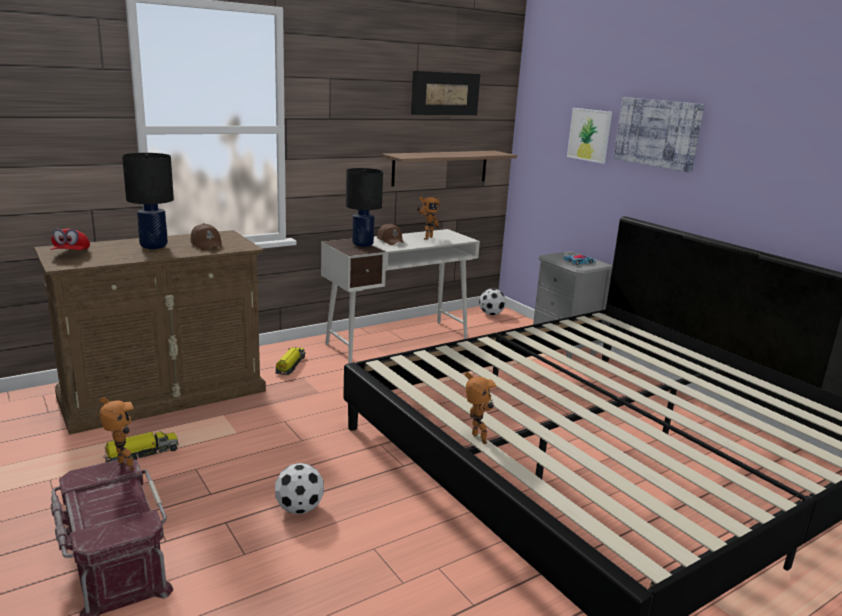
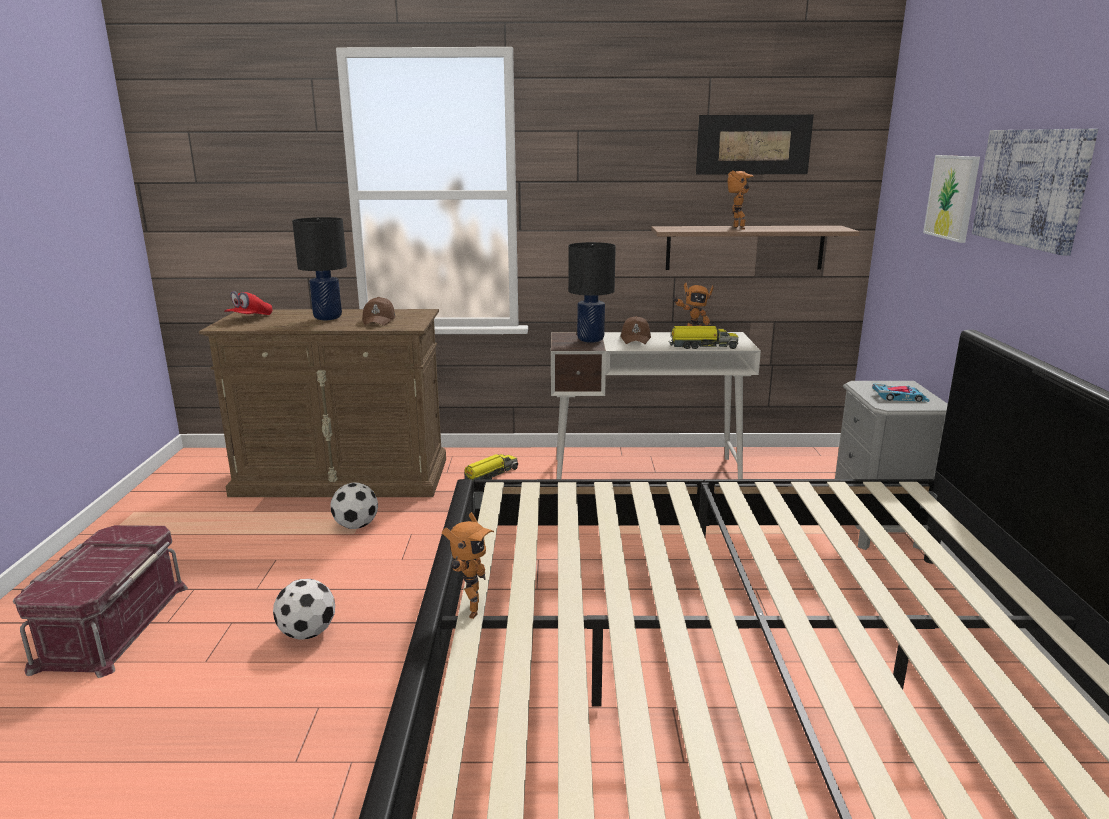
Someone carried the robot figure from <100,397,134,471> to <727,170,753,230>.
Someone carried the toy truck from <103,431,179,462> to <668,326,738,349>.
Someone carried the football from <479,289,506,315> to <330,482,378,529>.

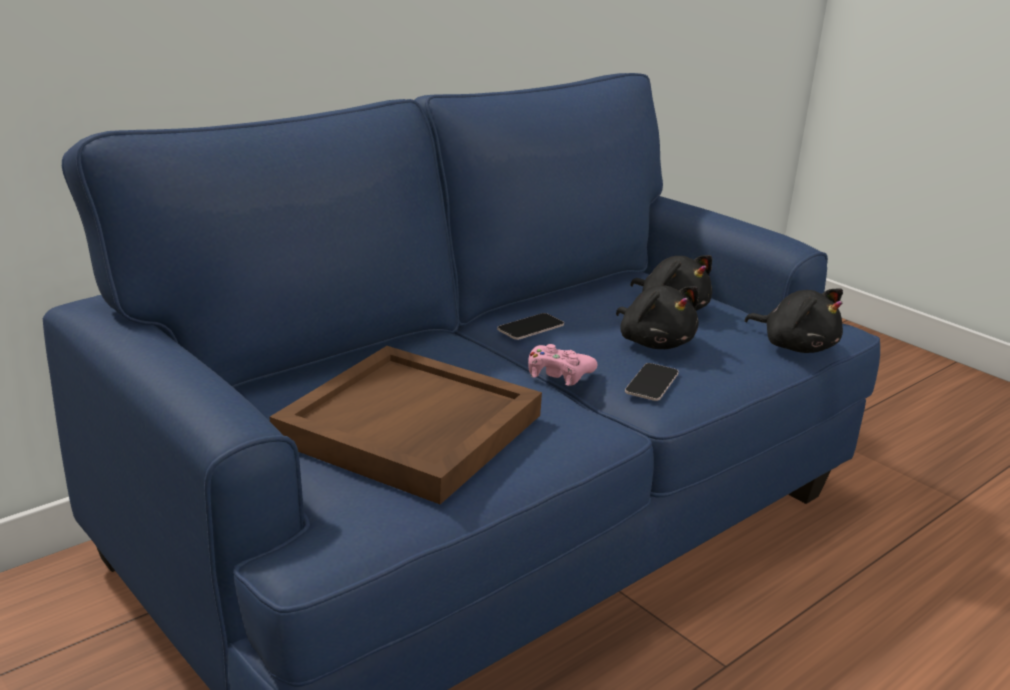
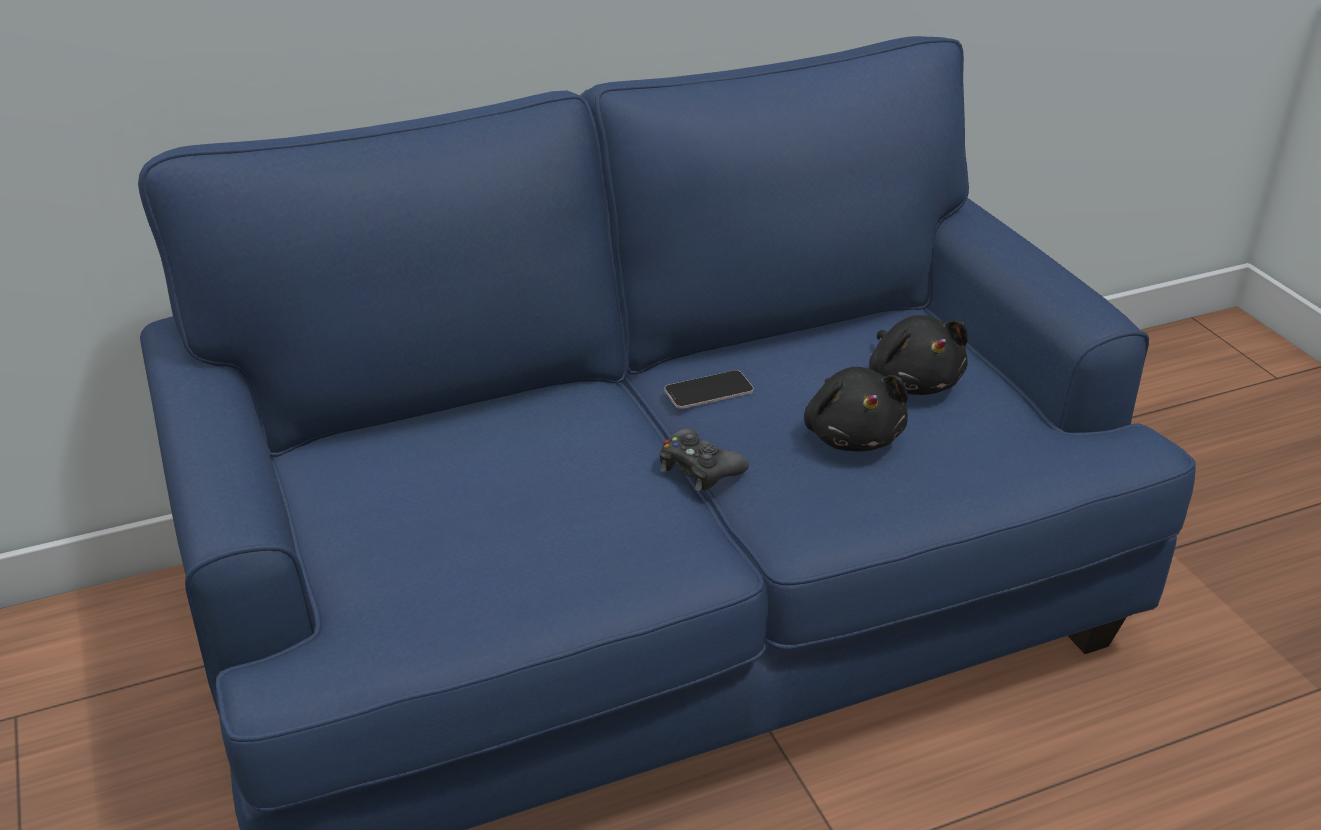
Someone took away the brownish tray at <270,346,542,504>.
Someone took away the handset at <625,363,679,401>.
Someone took away the black cuddly toy at <744,289,843,353>.
Someone repainted the pink joypad at <528,344,597,386>, which became the black joypad at <660,428,749,491>.

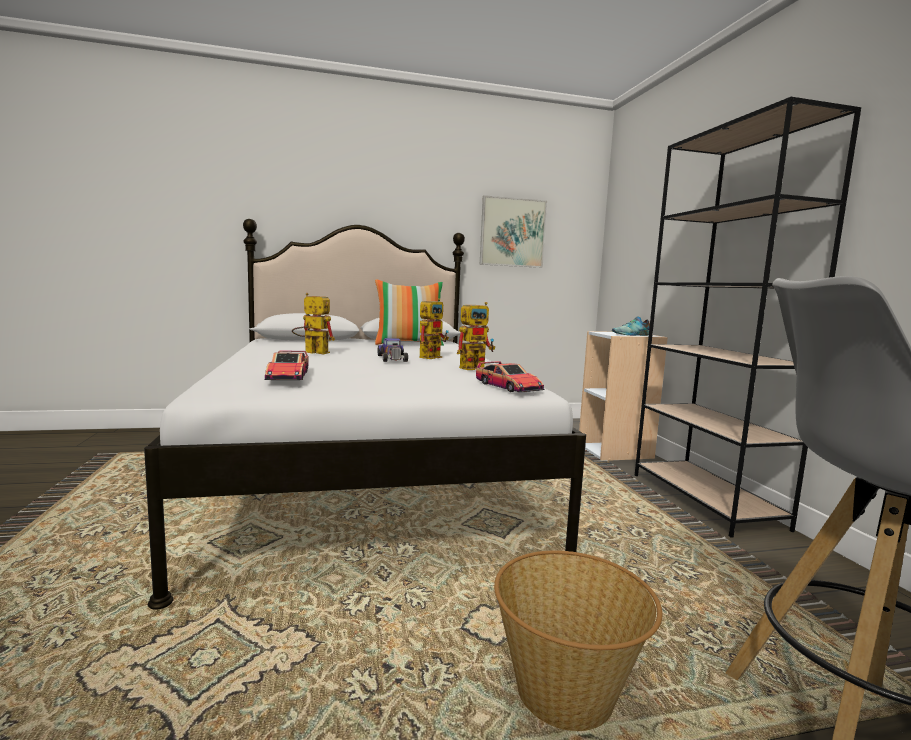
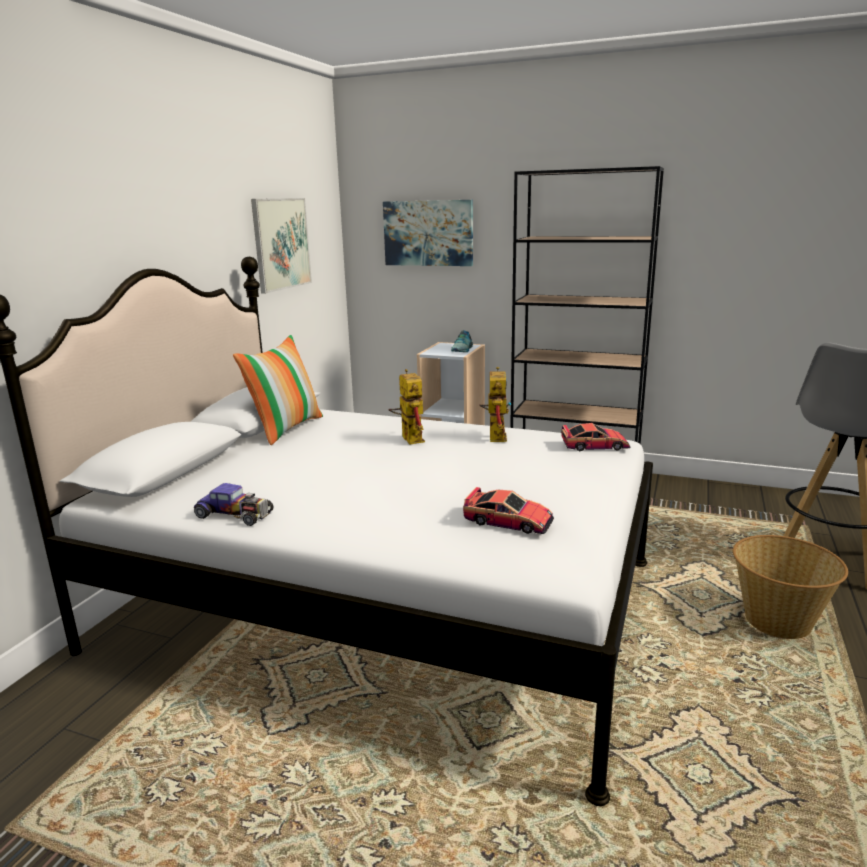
Someone took away the robot figure at <292,293,335,354>.
Someone put up the wall picture at <383,200,473,266>.
Someone carried the model car from <378,338,408,362> to <194,483,274,526>.

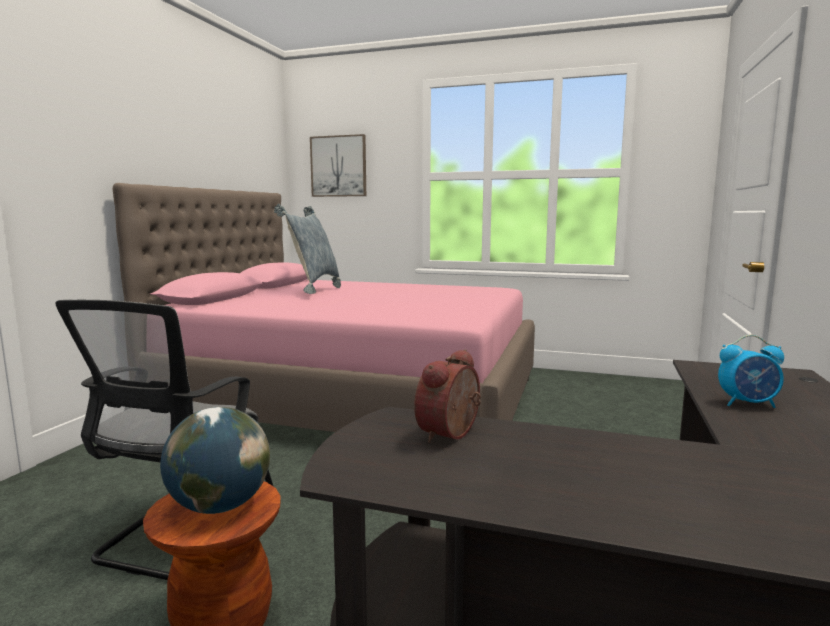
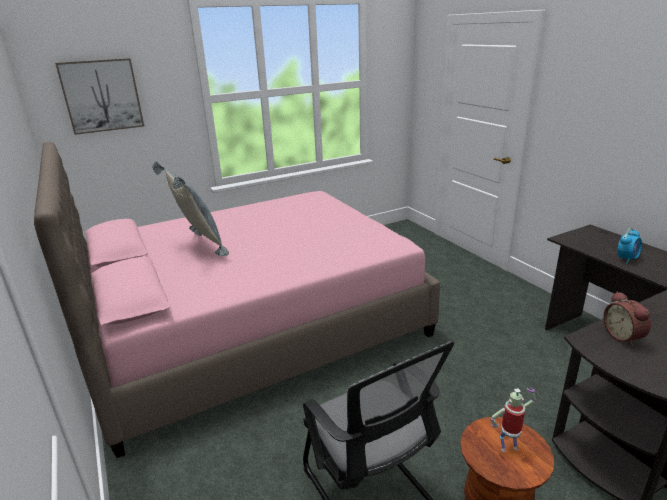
Someone swapped the globe at <160,407,270,514> for the robot figure at <490,388,536,452>.

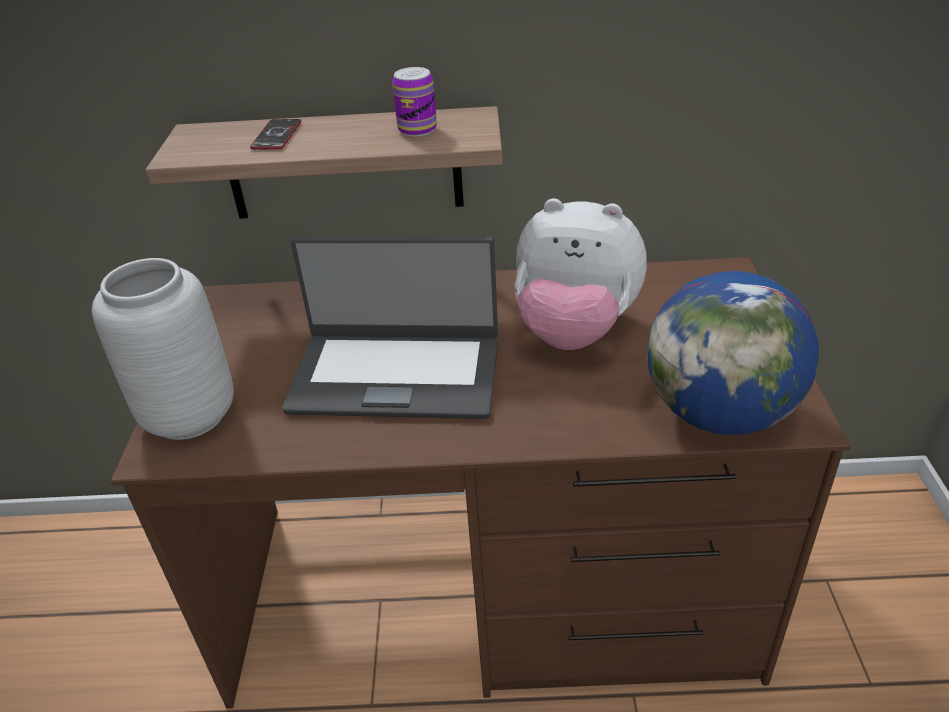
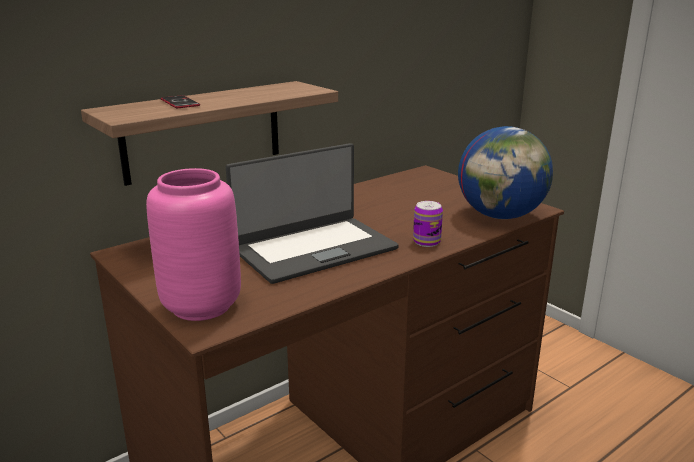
Someone took away the cuddly toy at <514,198,647,350>.
Someone carried the metal can from <392,67,437,136> to <413,201,443,247>.
Someone repainted the grey flower vase at <92,258,234,440>, which became the pink flower vase at <146,168,241,321>.

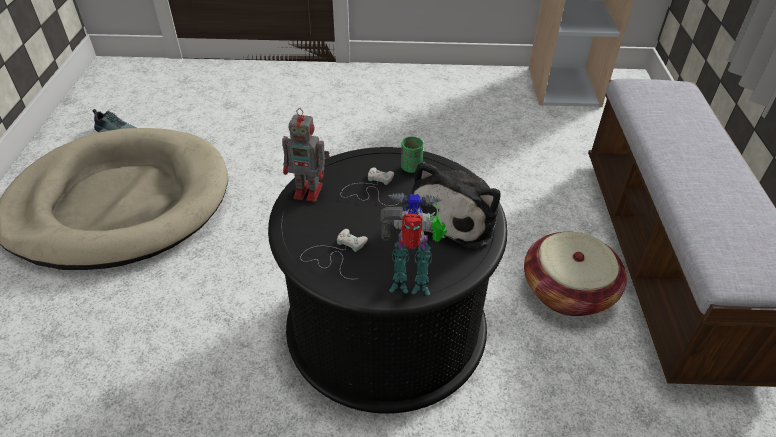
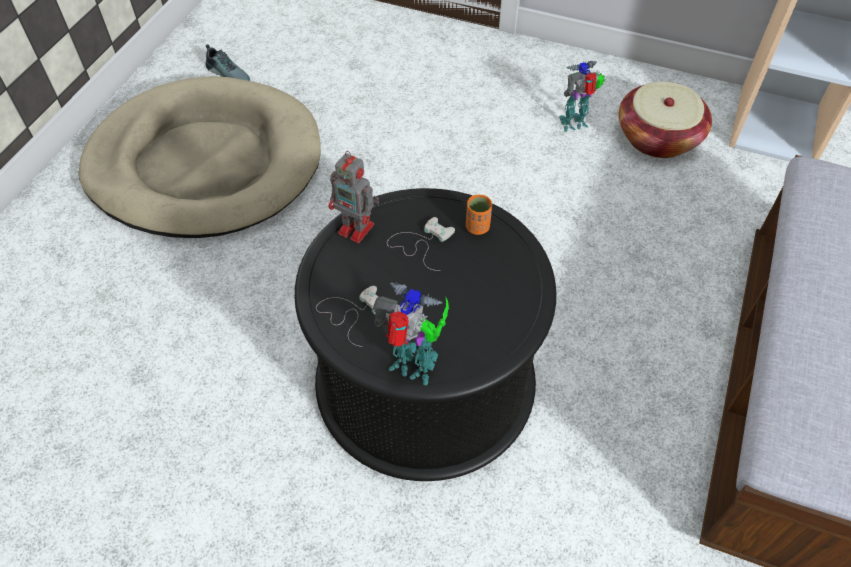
Someone took away the cuddly toy at <412,162,501,249>.
Someone put down the robot figure at <559,61,606,132>.
Someone carried the basket from <524,232,627,316> to <619,82,712,158>.
Someone repainted the green small cup at <401,136,424,173>, which became the orangey small cup at <466,195,492,235>.

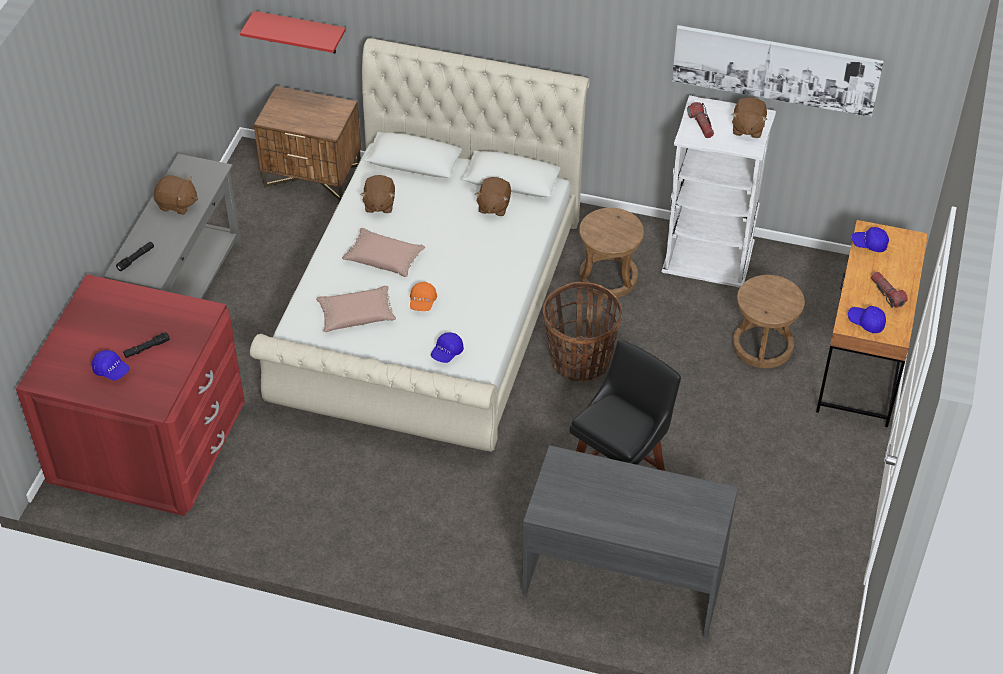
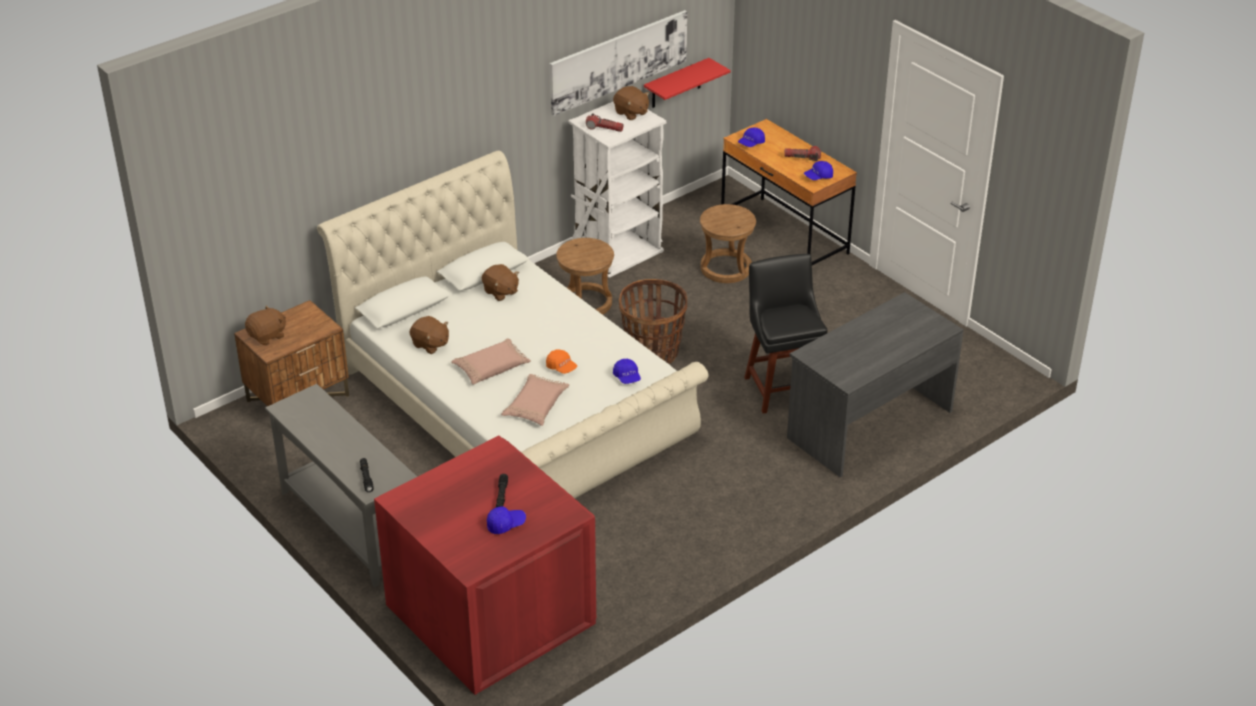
Someone carried the brownish cuddly toy from <154,175,198,215> to <245,306,286,346>.
Someone carried the red-coloured wall shelf from <240,11,346,54> to <644,58,730,108>.

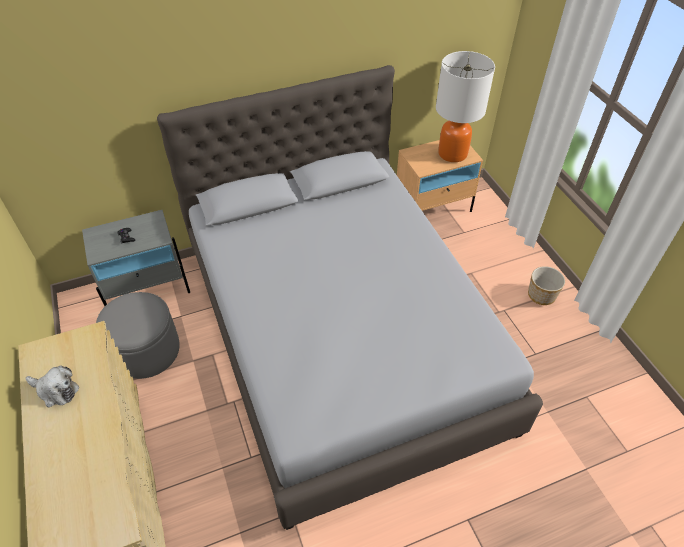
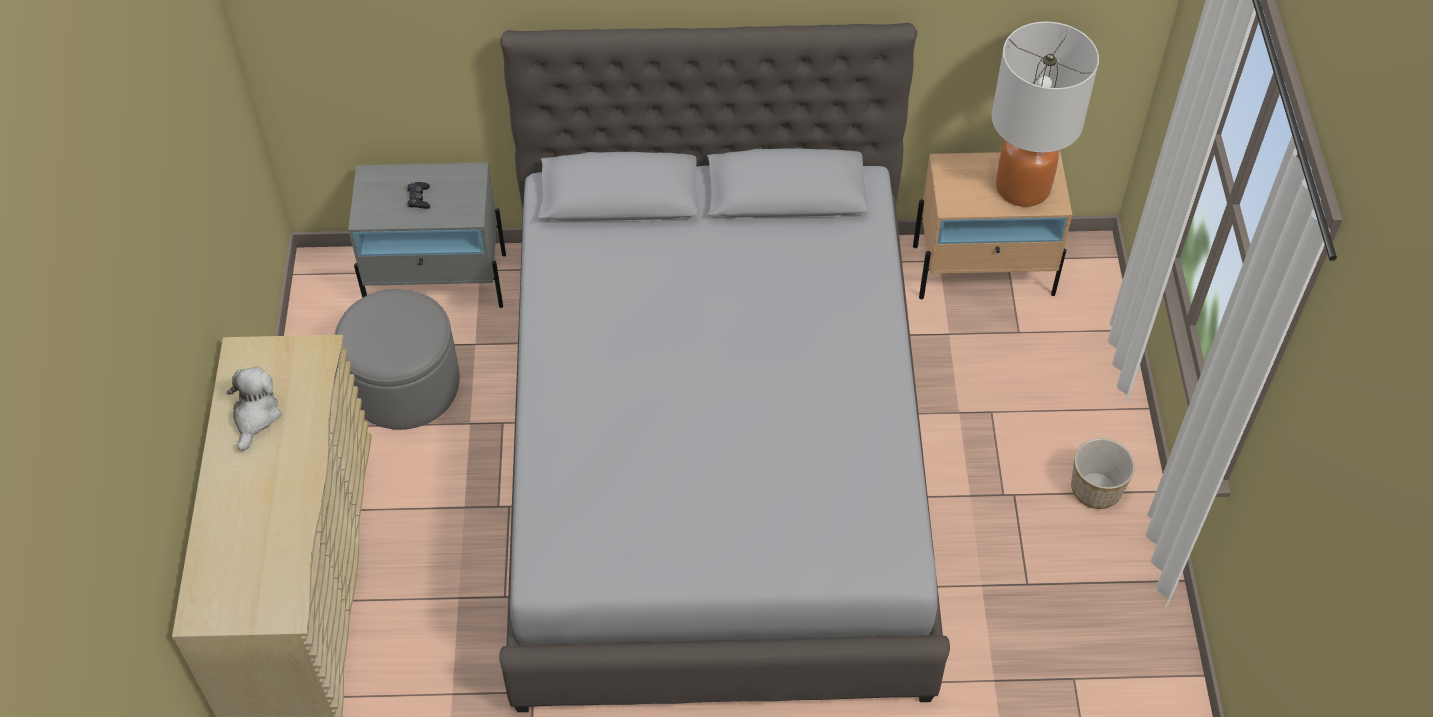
Someone rotated the cuddly toy at <26,366,80,407> by 120 degrees counterclockwise.

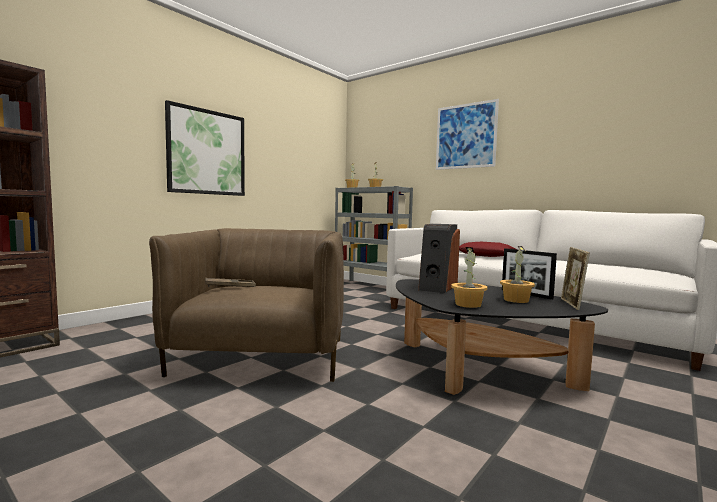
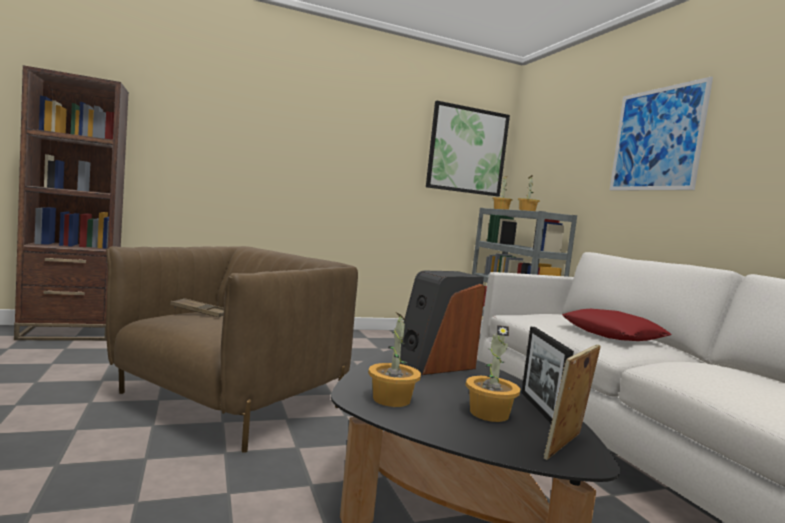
Someone carried the wall picture from <165,100,245,196> to <426,101,510,197>.

